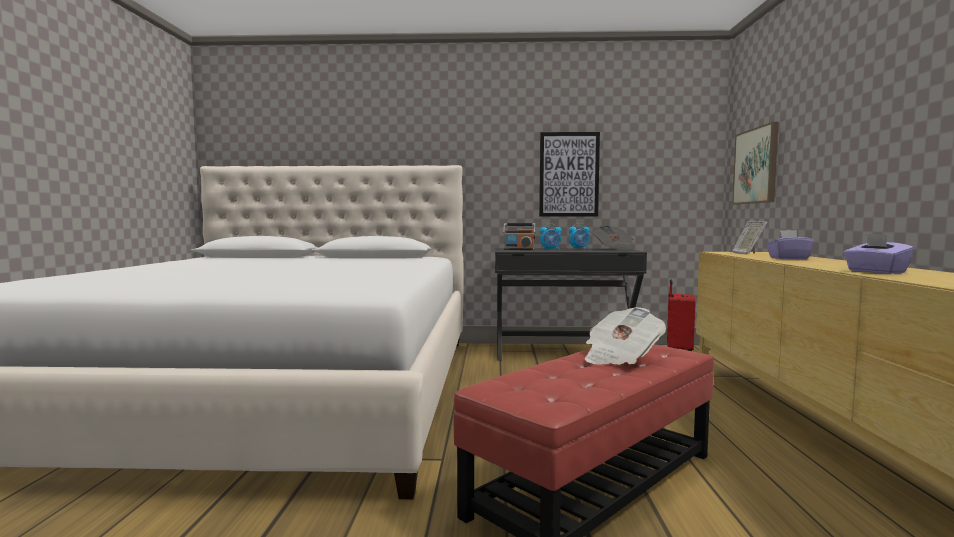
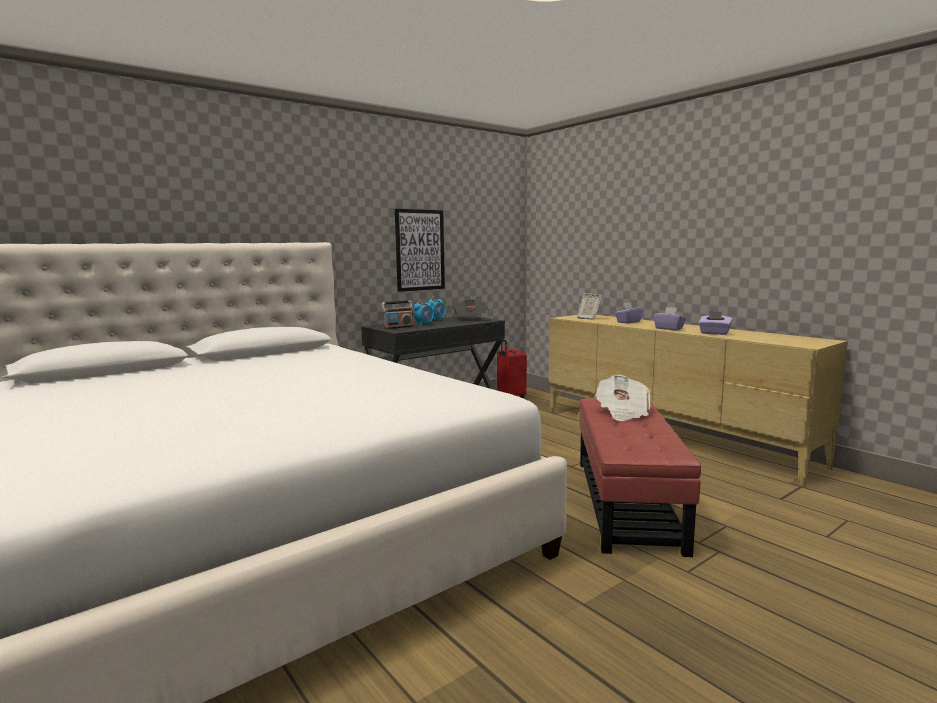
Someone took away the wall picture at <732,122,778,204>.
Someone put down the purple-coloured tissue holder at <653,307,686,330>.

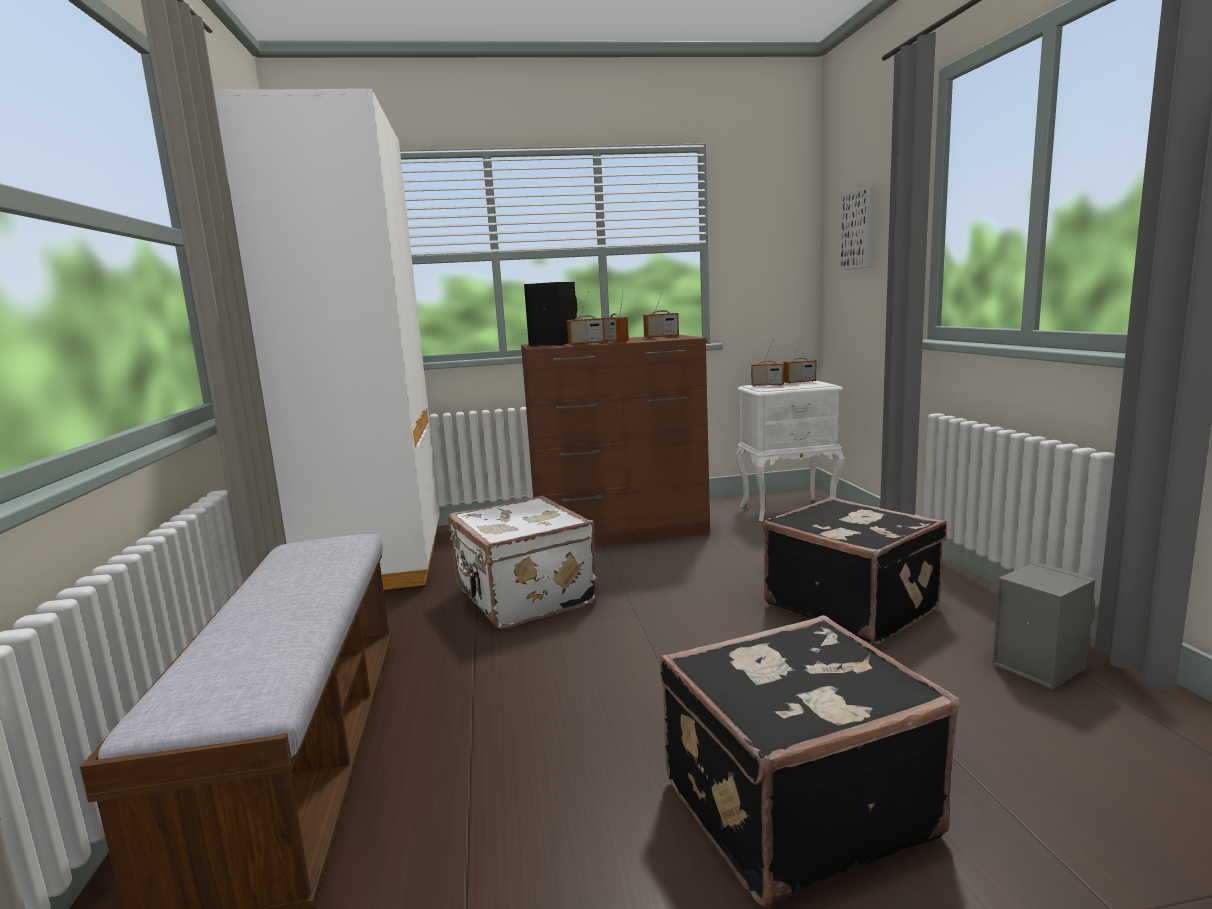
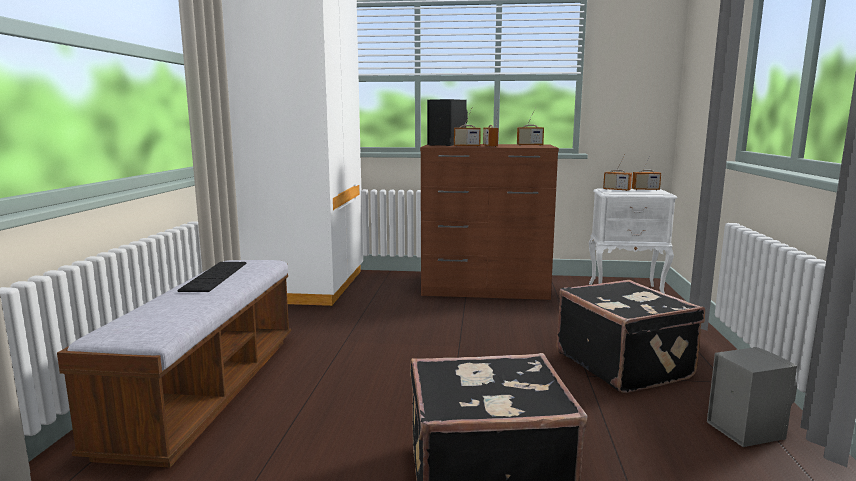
Someone took away the white travel case at <448,496,598,629>.
Someone took away the wall picture at <841,186,874,270>.
Someone put down the computer keyboard at <177,262,246,292>.

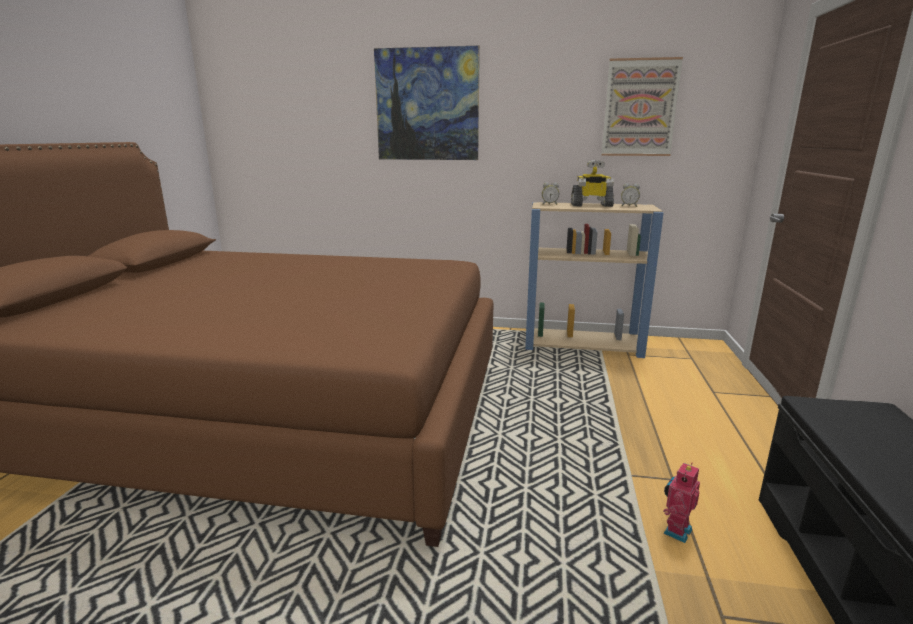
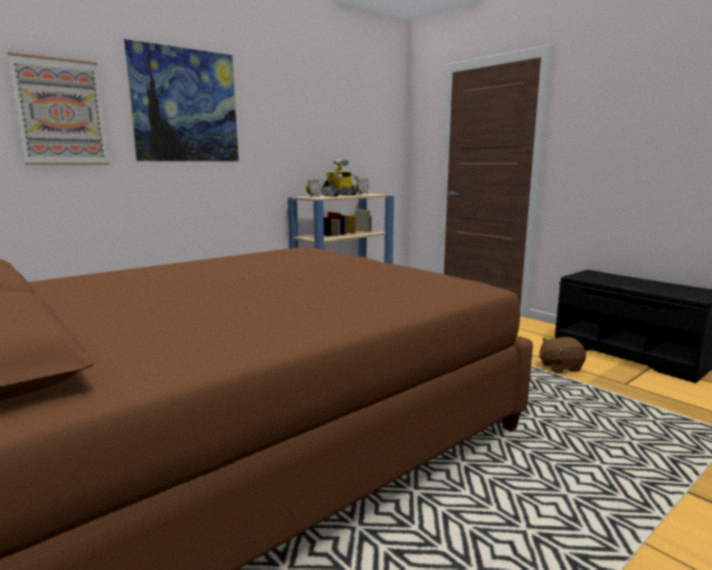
Someone carried the wall picture from <601,57,683,156> to <8,52,109,165>.
Someone swapped the robot figure at <663,462,700,543> for the brownish cuddly toy at <539,337,586,373>.

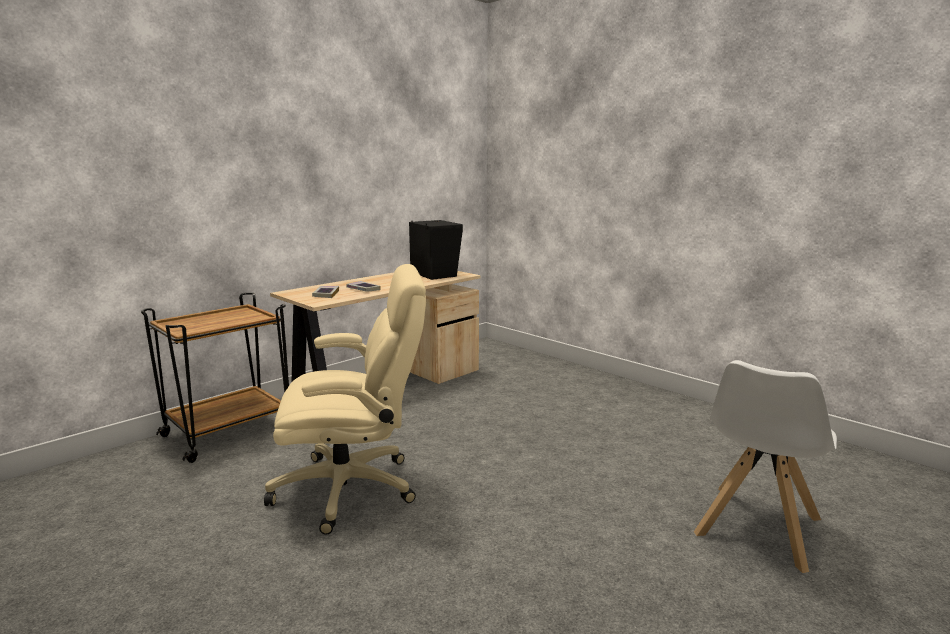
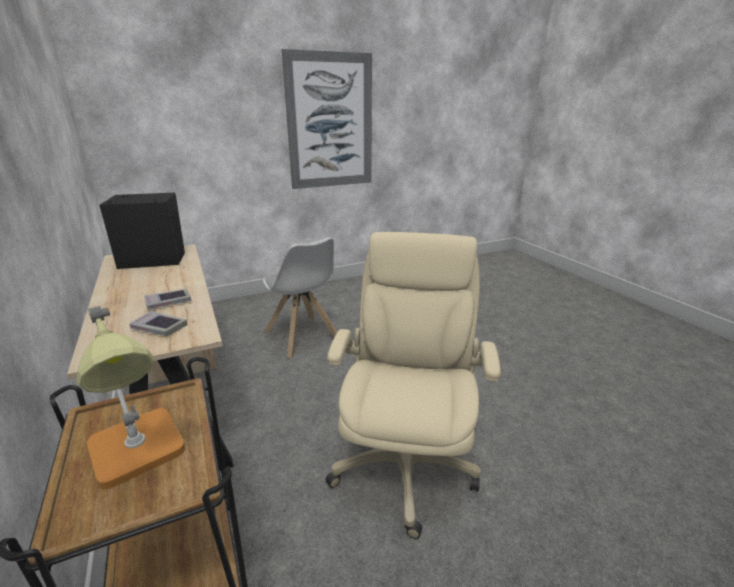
Someone put down the lamp for a table at <76,306,185,489>.
Someone put up the wall picture at <282,49,372,189>.
Someone carried the upright chair from <694,360,837,573> to <263,237,337,358>.

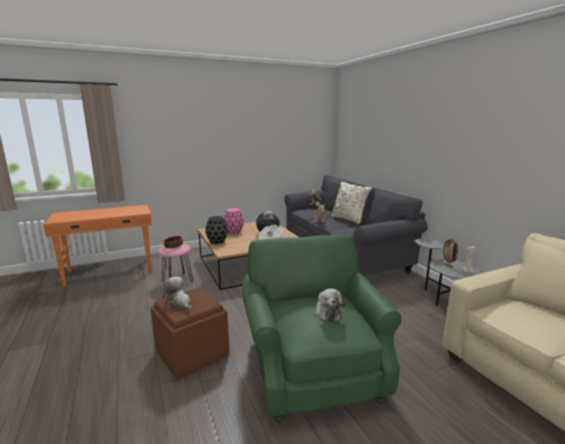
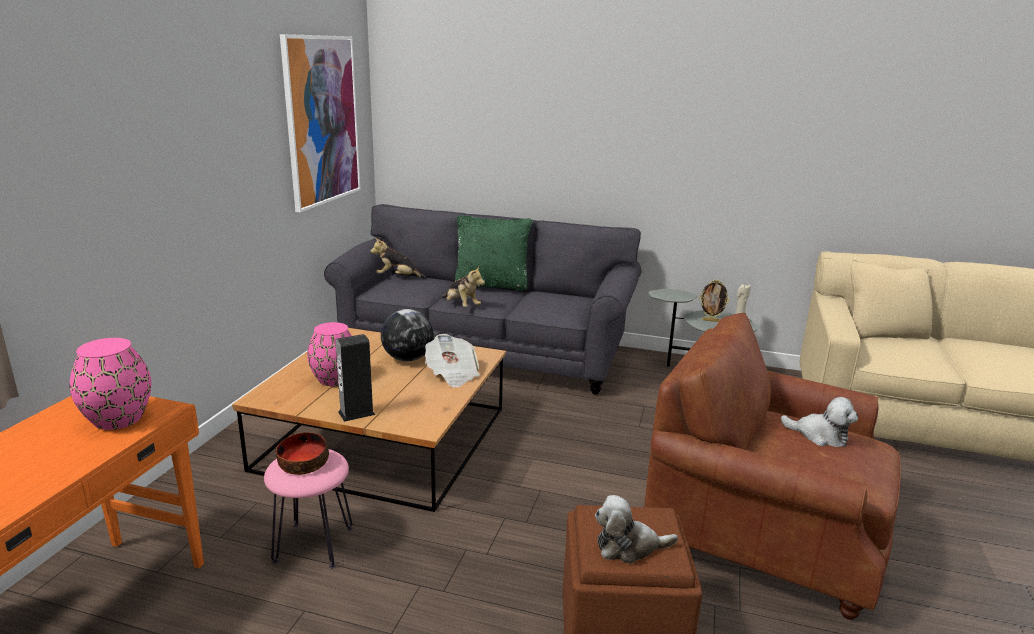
Someone put down the pink flower vase at <70,338,151,430>.
Someone put up the wall picture at <280,34,361,212>.
Someone swapped the black flower vase at <205,216,228,244> for the speaker at <335,334,375,422>.
Someone repainted the green easy chair at <242,234,402,422>, which became the brownish easy chair at <644,313,901,620>.
Someone repainted the beige throw pillow at <332,182,372,224>, which became the green throw pillow at <455,215,532,291>.

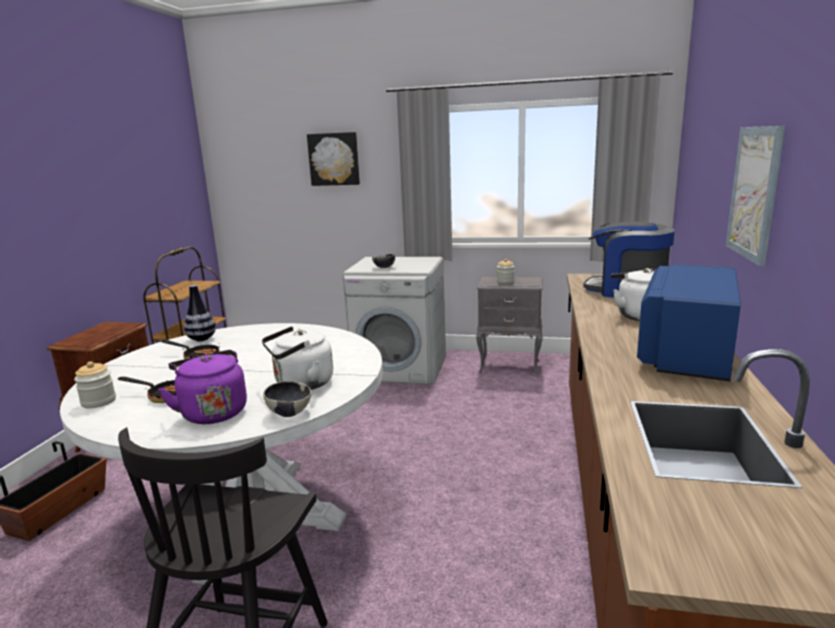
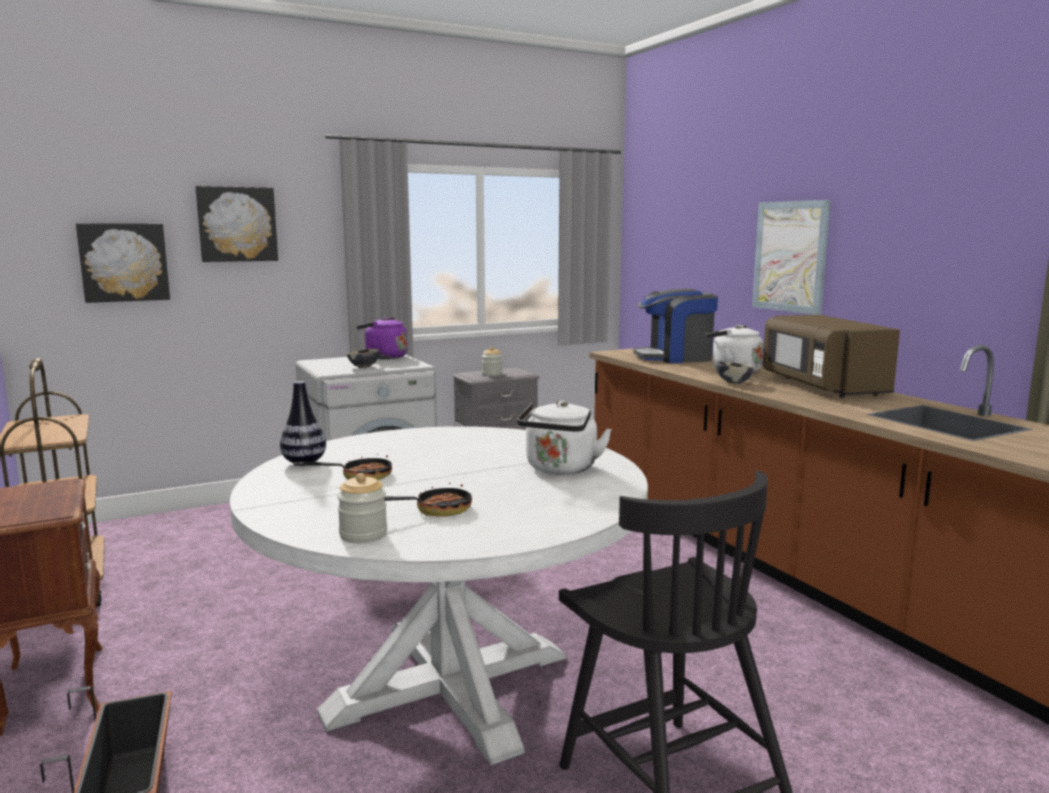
Someone put up the wall picture at <76,223,170,303>.
Someone carried the purple-coloured kettle from <159,350,247,424> to <357,317,408,359>.
Someone carried the bowl from <263,381,312,417> to <716,361,754,384>.
Someone repainted the blue microwave at <637,264,741,381>, which became the brownish microwave at <763,315,900,398>.

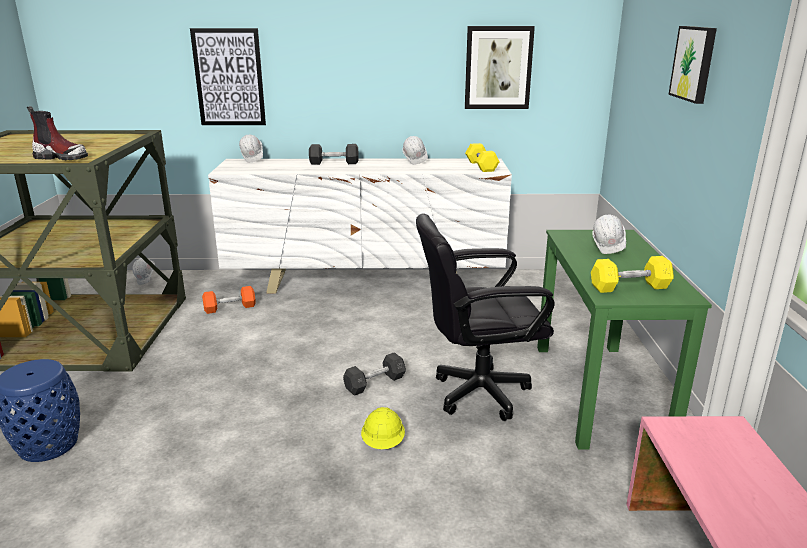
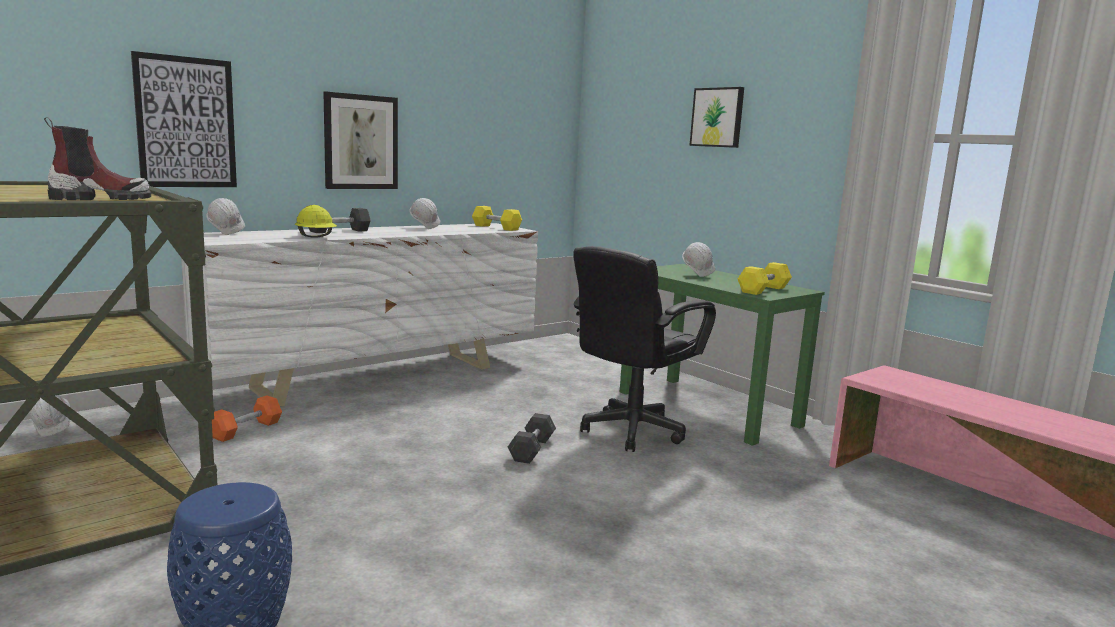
Someone carried the yellow work helmet from <361,407,405,449> to <295,205,337,238>.
Someone carried the wall picture from <465,26,535,109> to <323,91,398,189>.

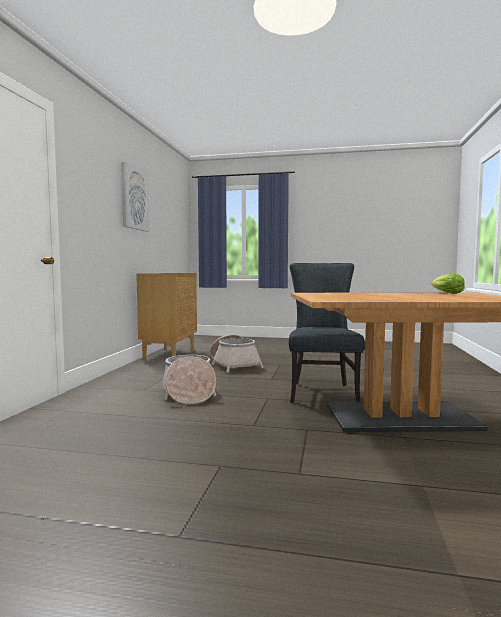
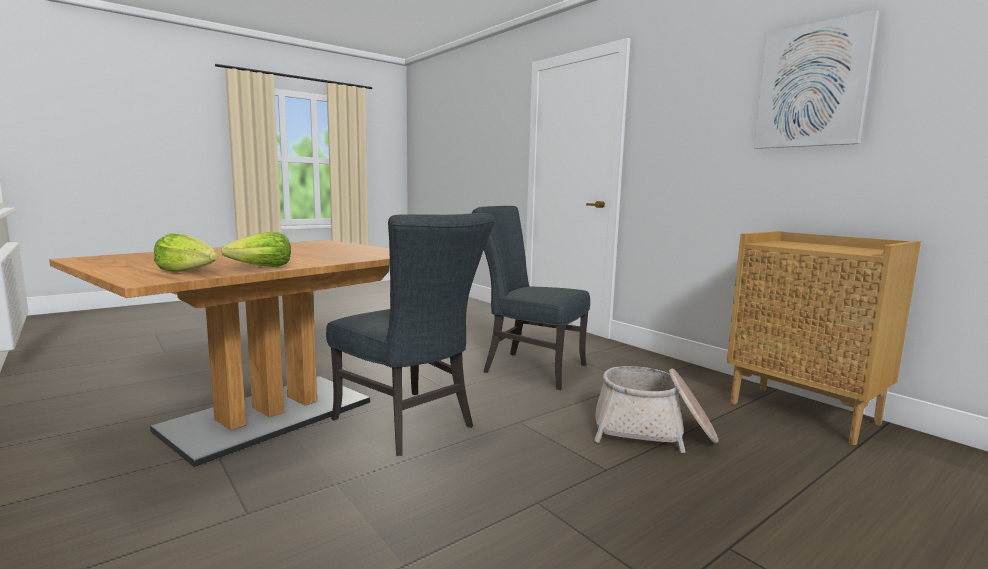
Someone put down the lettuce at <221,232,291,267>.
Someone swapped the basket at <162,355,217,405> for the grey upright chair at <472,206,590,390>.

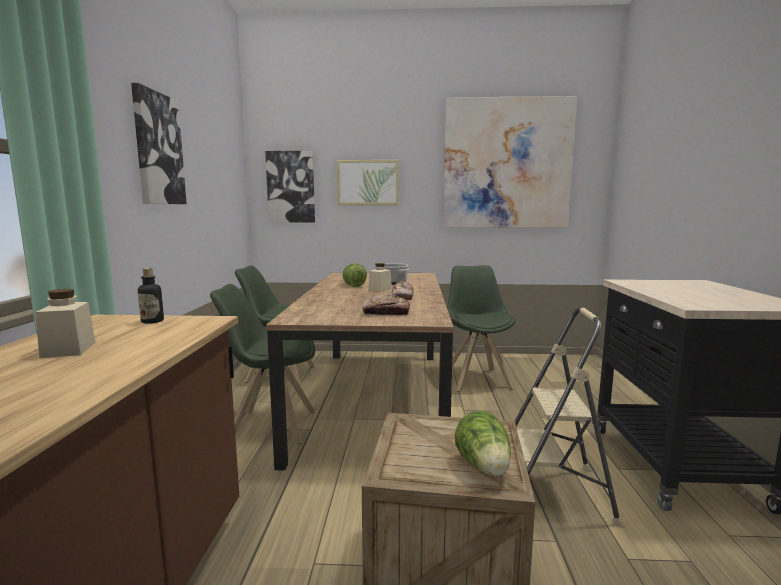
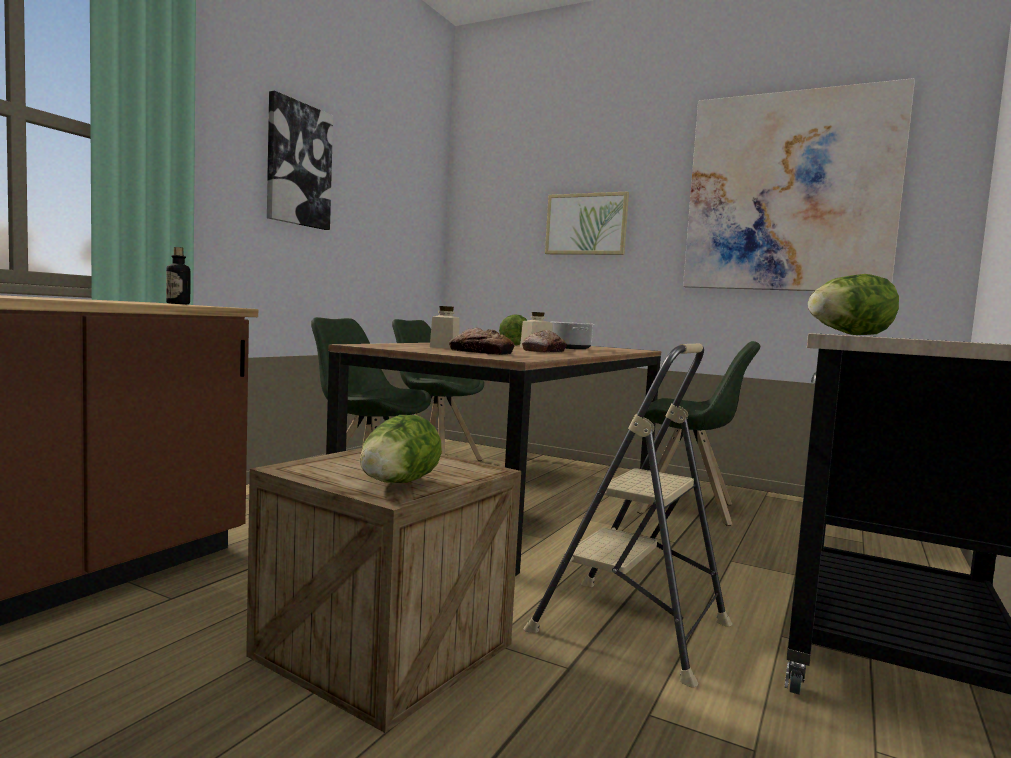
Someone took away the wall picture at <265,151,315,223>.
Someone put down the lettuce at <808,274,899,335>.
Someone carried the beige preserve jar from <35,289,95,358> to <430,306,459,349>.
Someone rotated the green upright chair at <447,265,516,392> by 90 degrees clockwise.

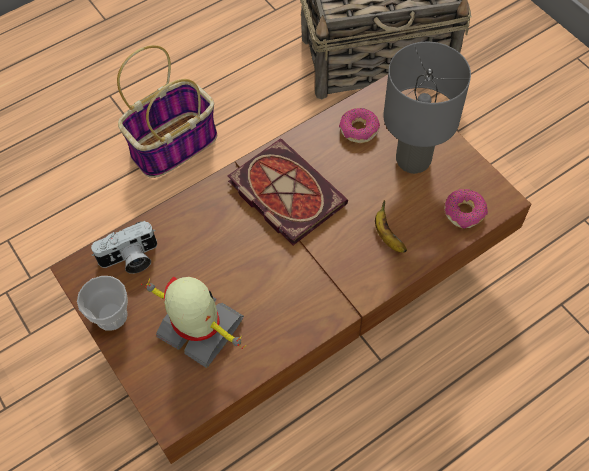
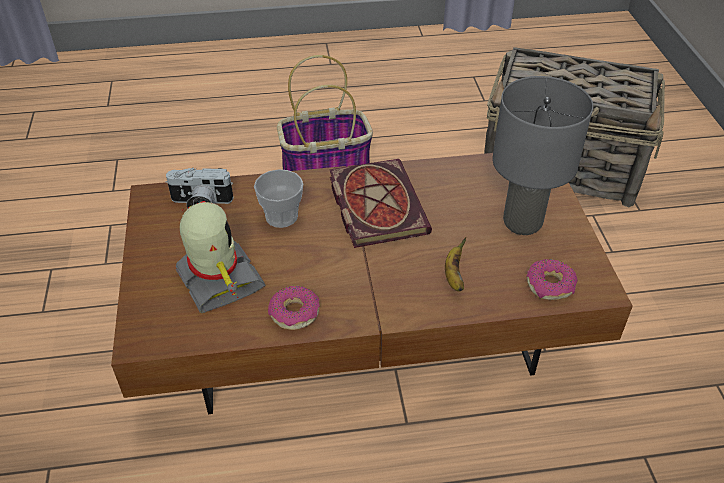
Someone carried the small cup from <77,276,128,331> to <254,169,303,228>.
Someone carried the donut from <339,108,380,143> to <268,286,320,330>.

